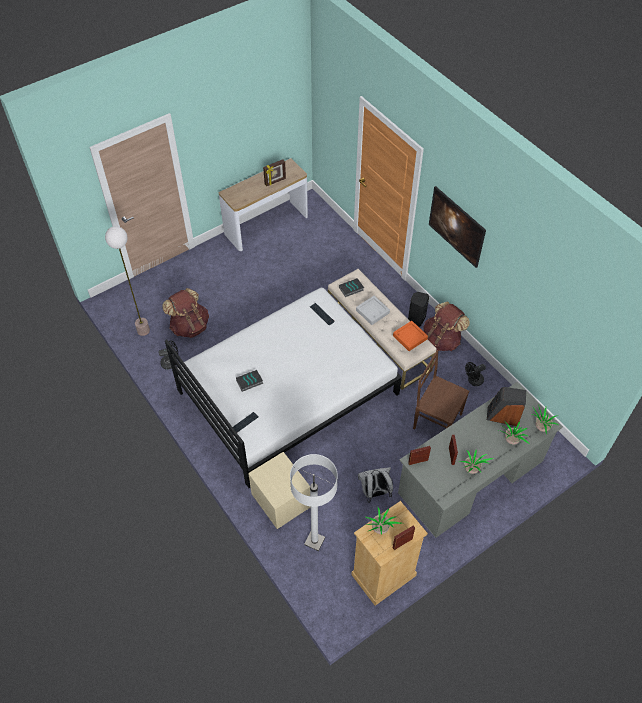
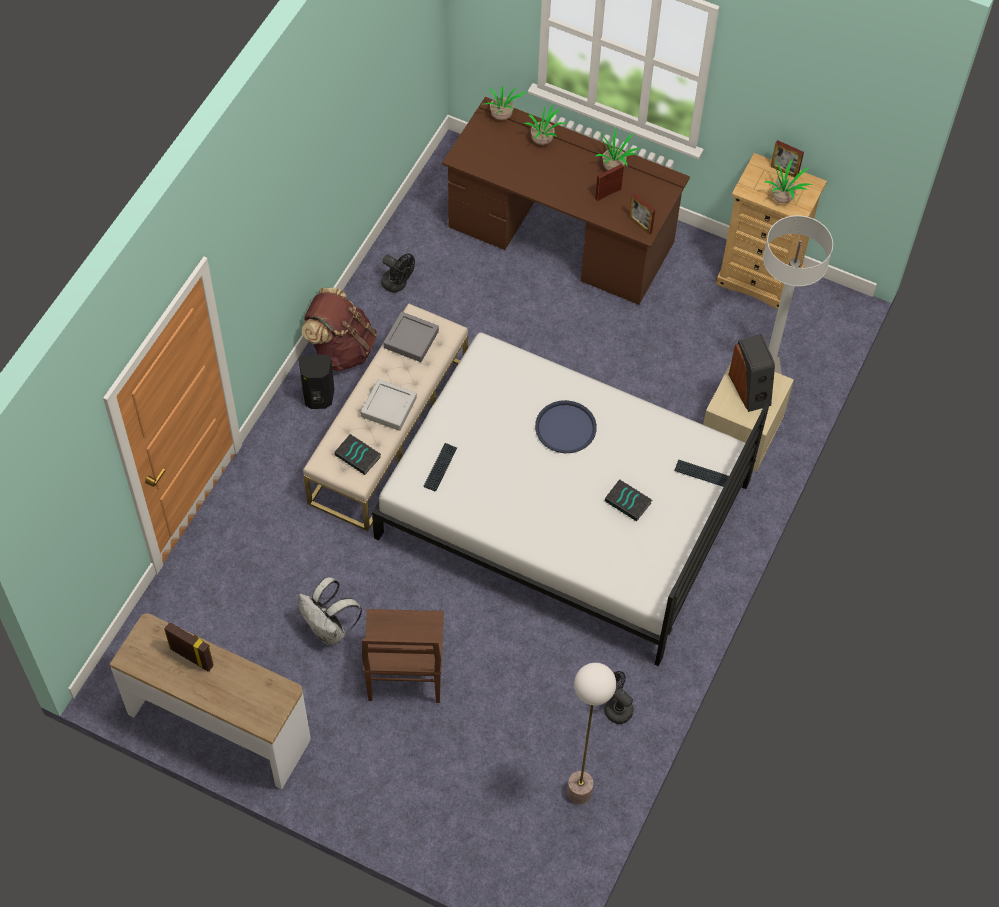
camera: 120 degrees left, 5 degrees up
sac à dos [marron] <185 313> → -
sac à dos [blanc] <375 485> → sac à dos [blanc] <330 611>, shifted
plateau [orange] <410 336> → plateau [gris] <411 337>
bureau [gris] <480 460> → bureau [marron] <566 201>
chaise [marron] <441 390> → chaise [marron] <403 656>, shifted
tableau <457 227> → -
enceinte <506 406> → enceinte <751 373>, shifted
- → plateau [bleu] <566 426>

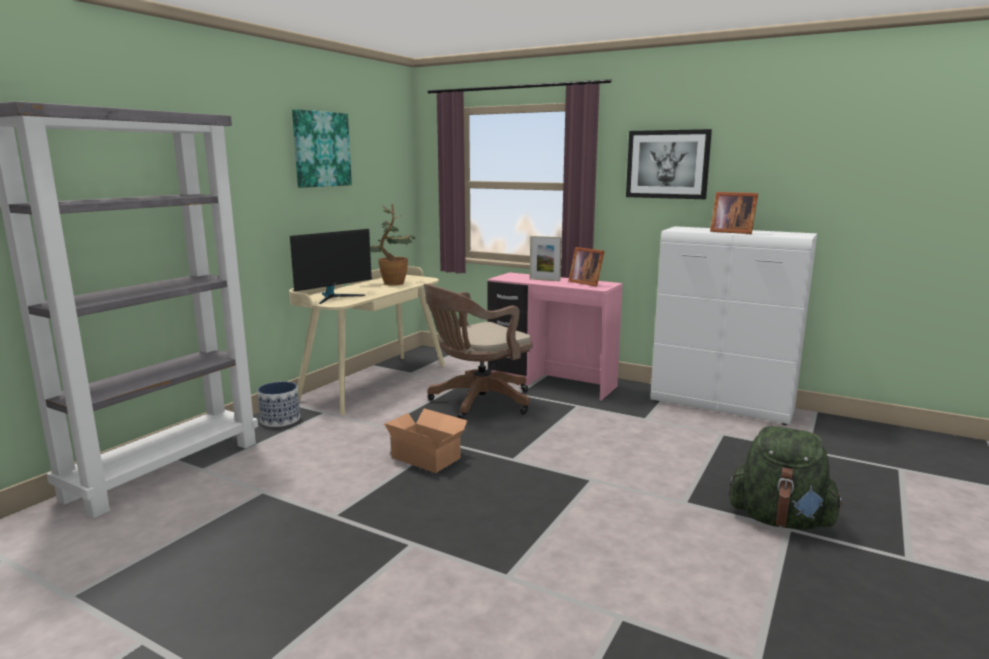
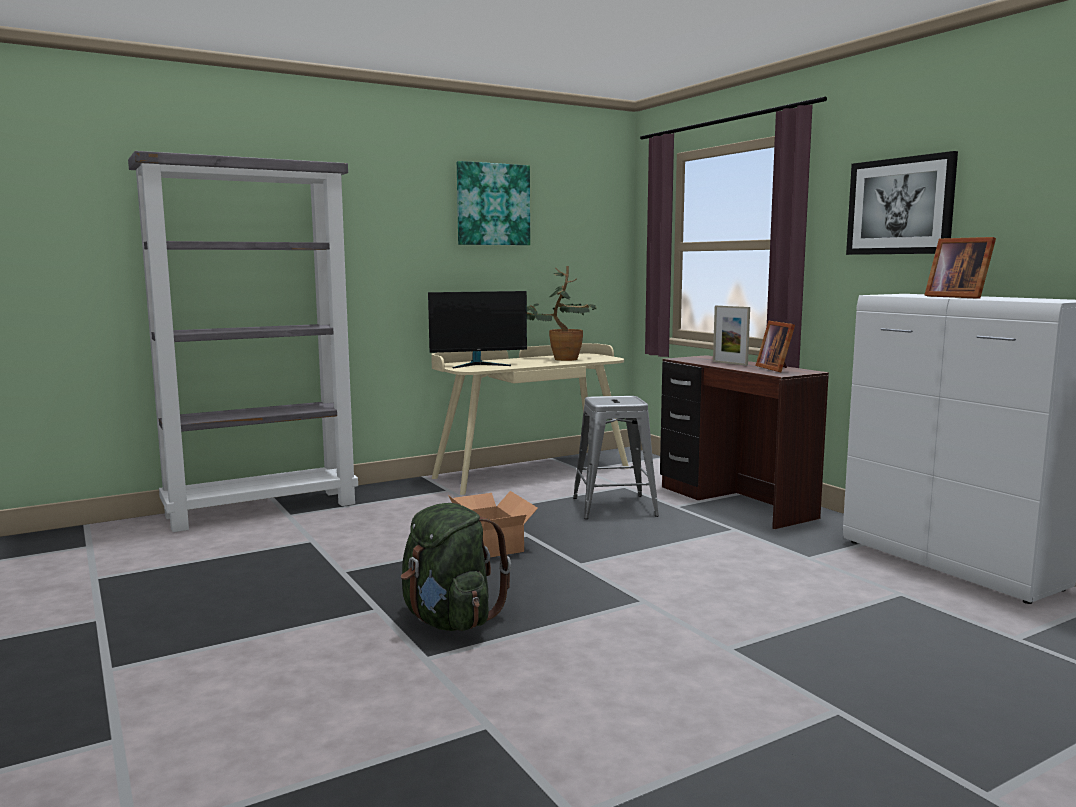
camera: 30 degrees right, 5 degrees down
cache-pot <278 404> → -
chaise de bureau [marron] <478 351> → tabouret [gris] <616 457>
bureau [rose] <555 336> → bureau [marron] <744 442>
sac à dos [vert] <786 478> → sac à dos [vert] <456 567>, shifted

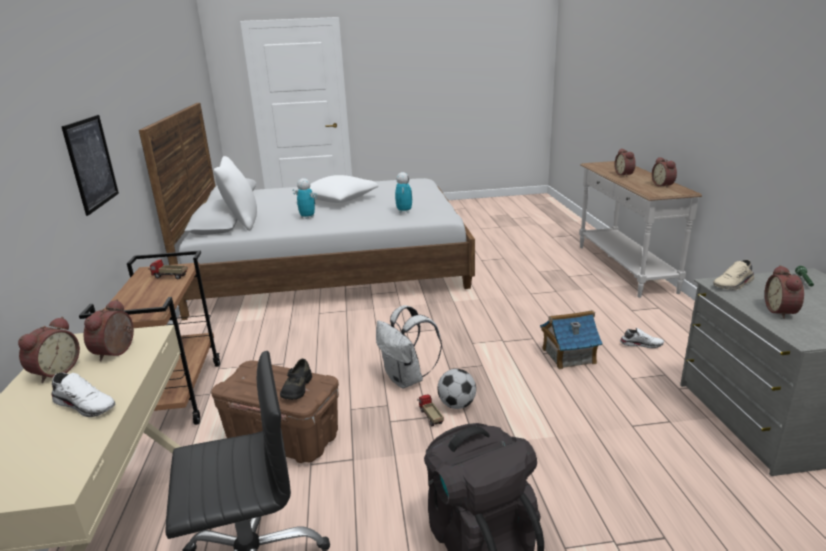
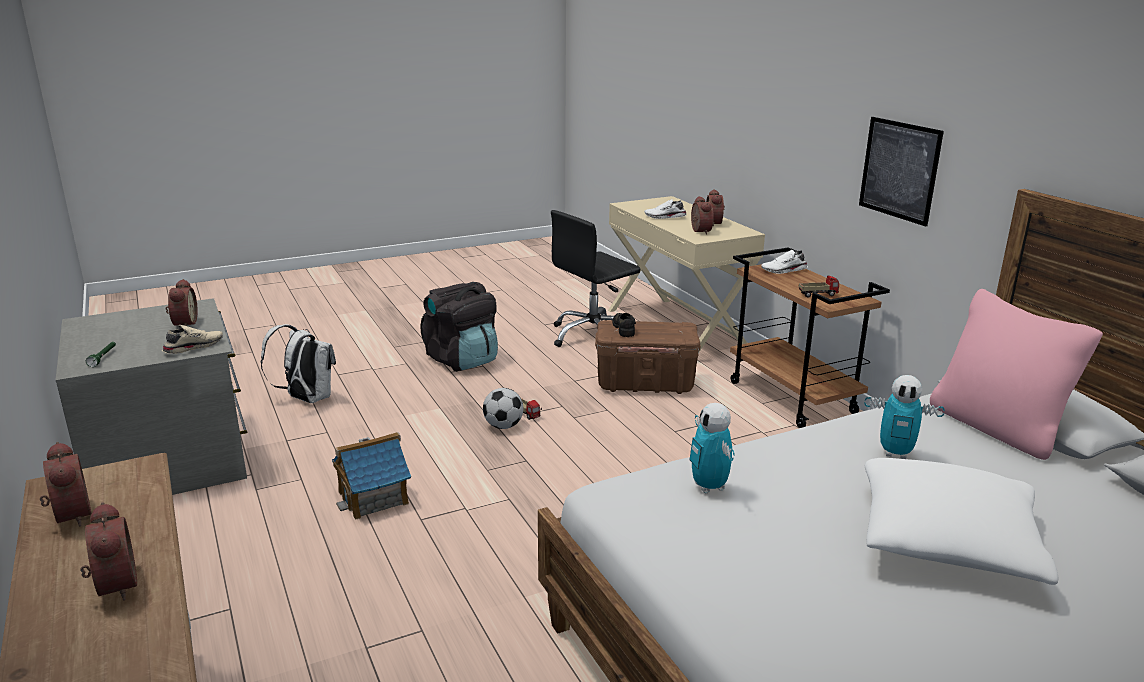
camera: 160 degrees right, 0 degrees up
coussin [blanc] <235 193> → coussin [rose] <1016 374>
sac à dos [blanc] <409 347> → sac à dos [blanc] <298 363>, shifted
chaussure [blanc] <642 338> → chaussure [blanc] <784 262>, shifted

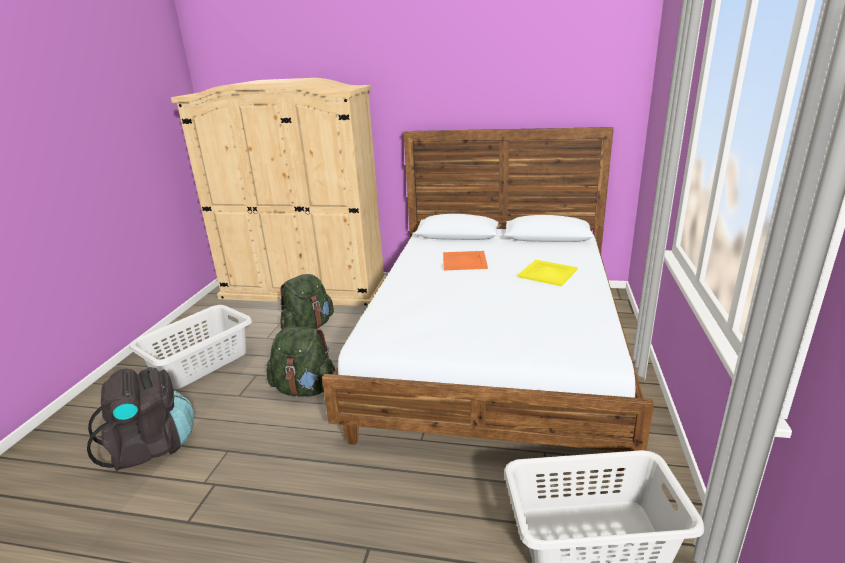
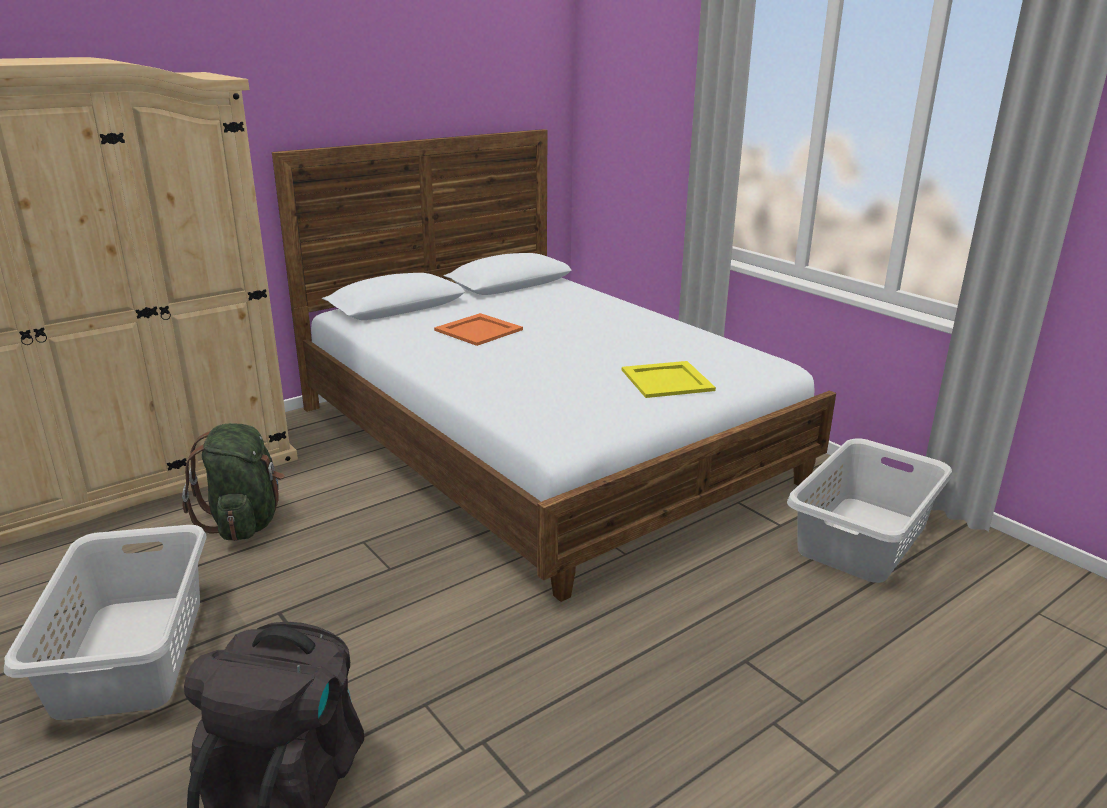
camera: 50 degrees left, 0 degrees up
sac à dos [vert] <300 362> → -
plateau [jaune] <547 273> → plateau [jaune] <669 379>, shifted

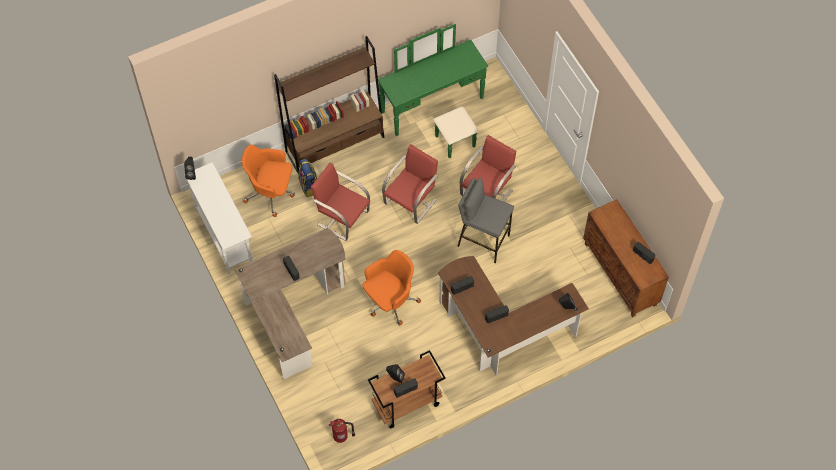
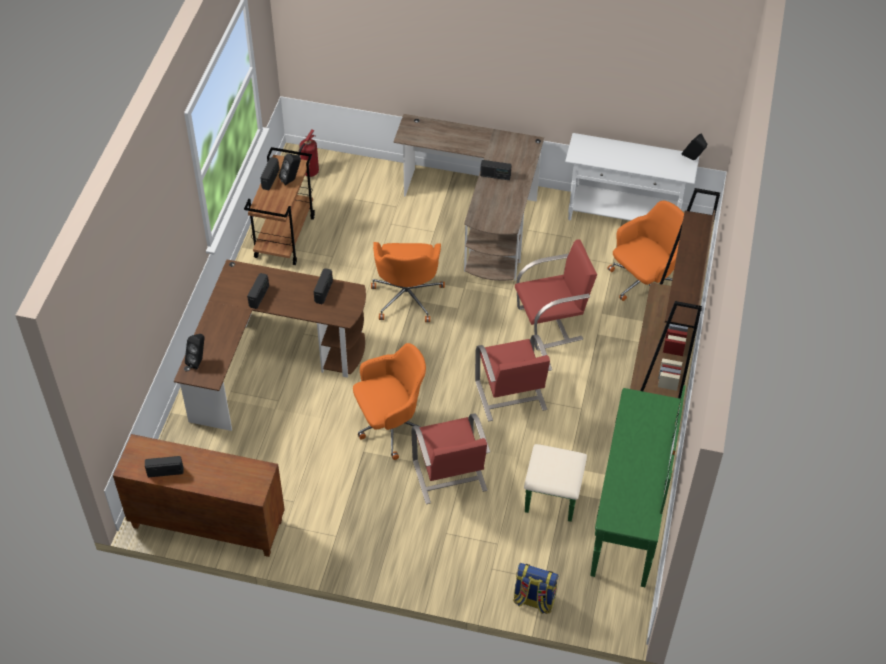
camera: 130 degrees right, 10 degrees down
sac à dos <307 178> → sac à dos <536 588>, shifted
tabouret [gris] <486 220> → chaise de bureau [orange] <389 401>

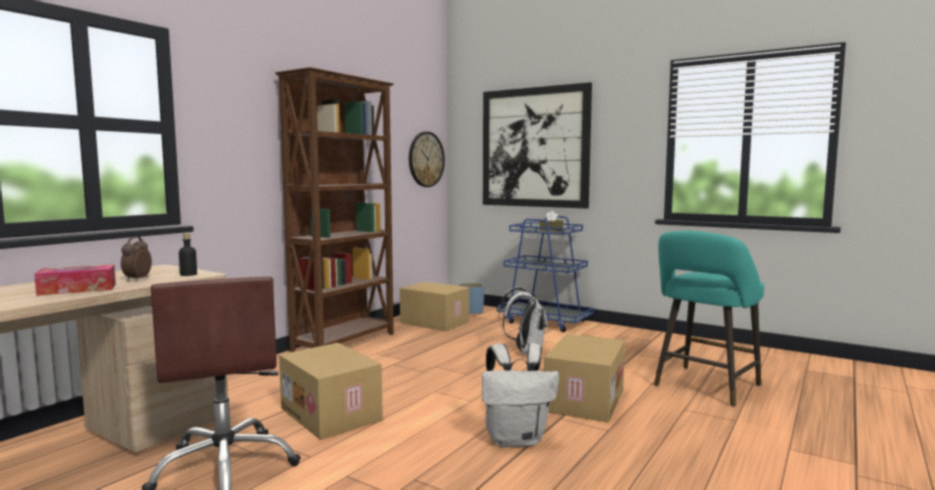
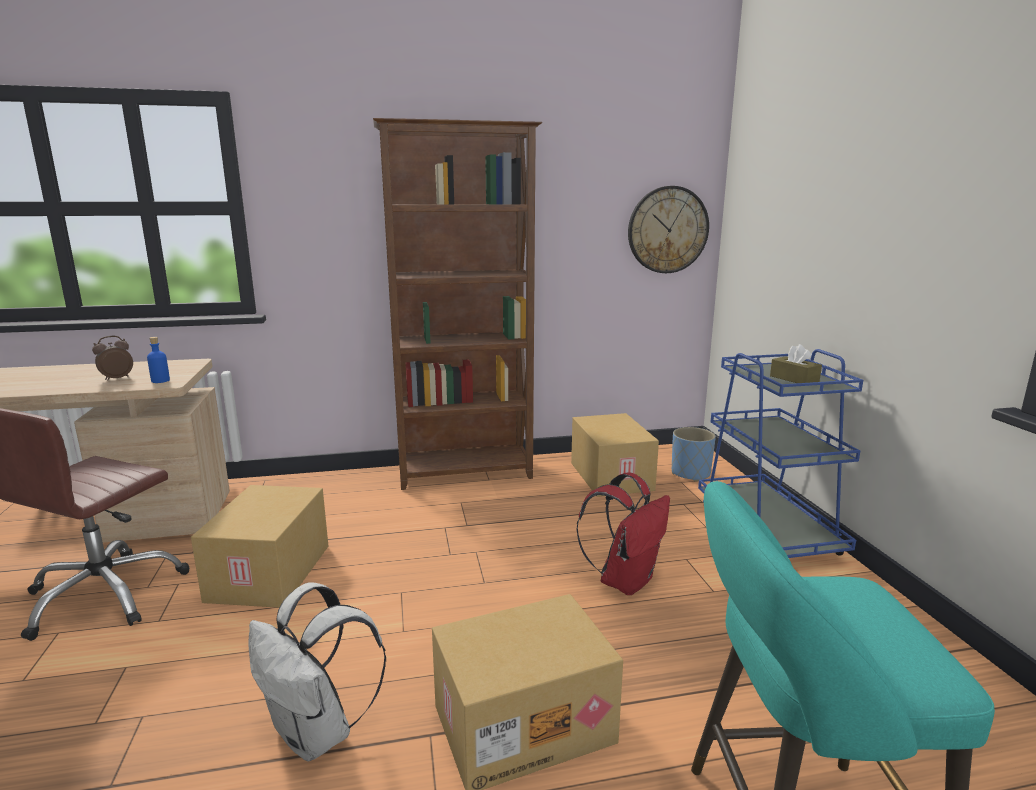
camera: 45 degrees right, 10 degrees up
boîte à mouchoirs <75 280> → -
bouteille [noir] <188 254> → bouteille [bleu] <158 360>
tableau <537 145> → -
sac à dos [blanc] <522 320> → sac à dos [rouge] <623 533>

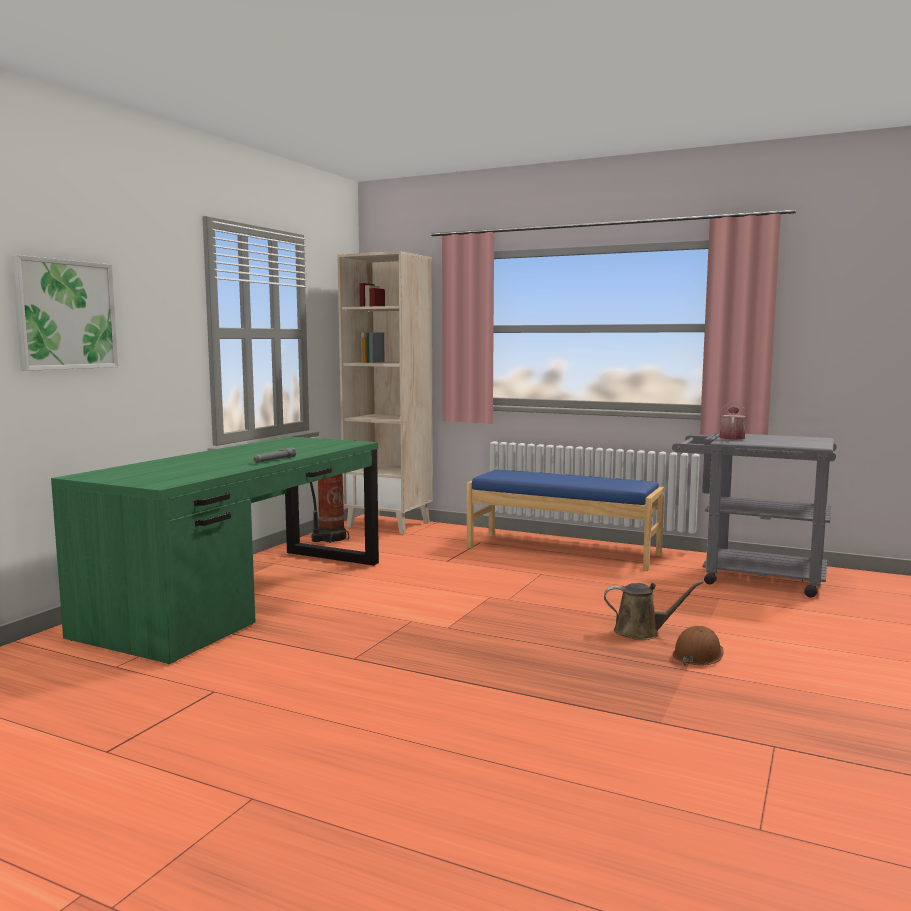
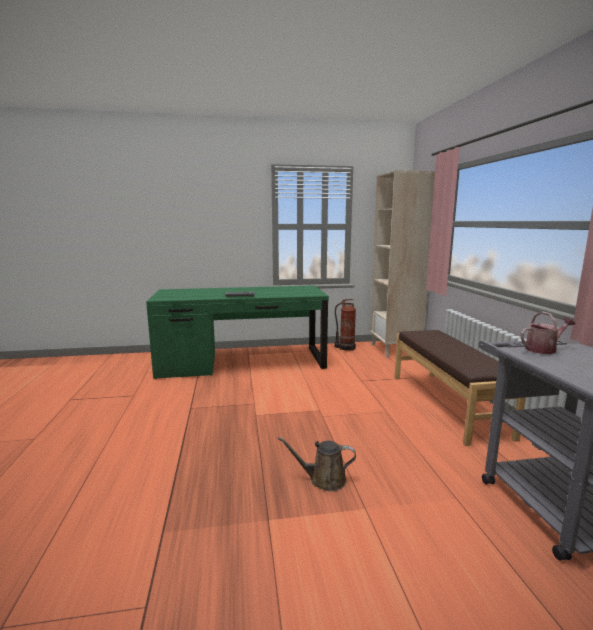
camera: 55 degrees right, 5 degrees up
tableau <64 313> → -
banc [bleu] <565 520> → banc [marron] <460 388>
arrosoir [marron] <653 610> → arrosoir [marron] <317 464>, 120 degrees clockwise
casque de chantier [marron] <698 646> → -

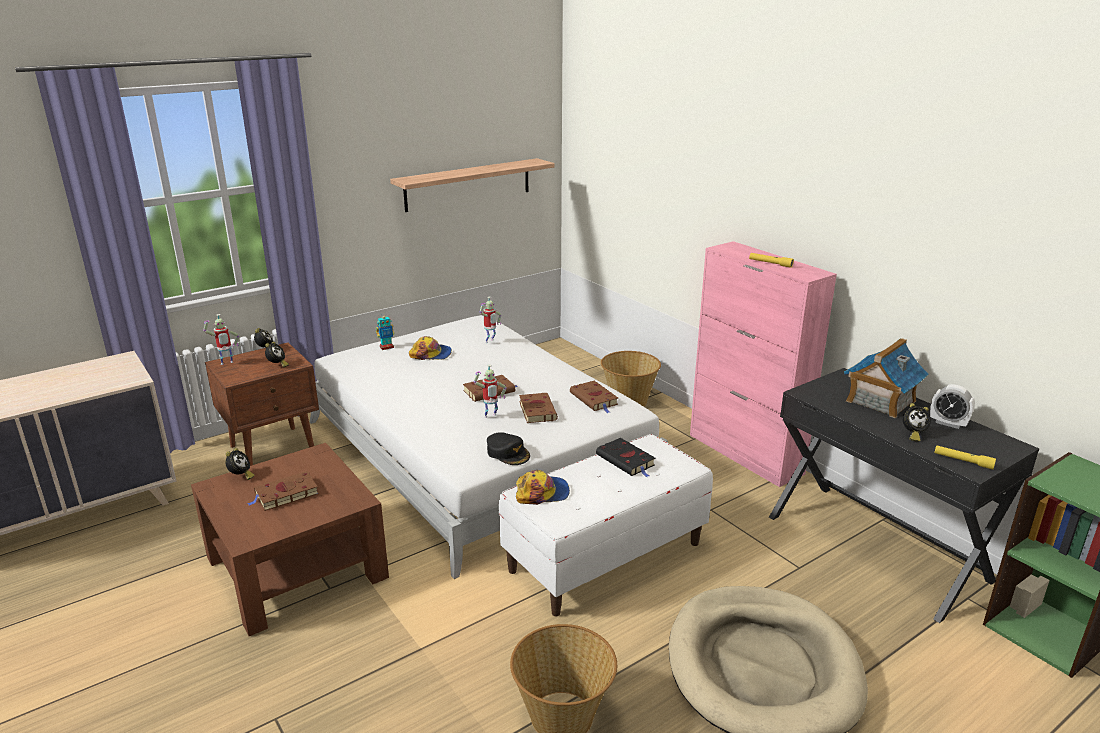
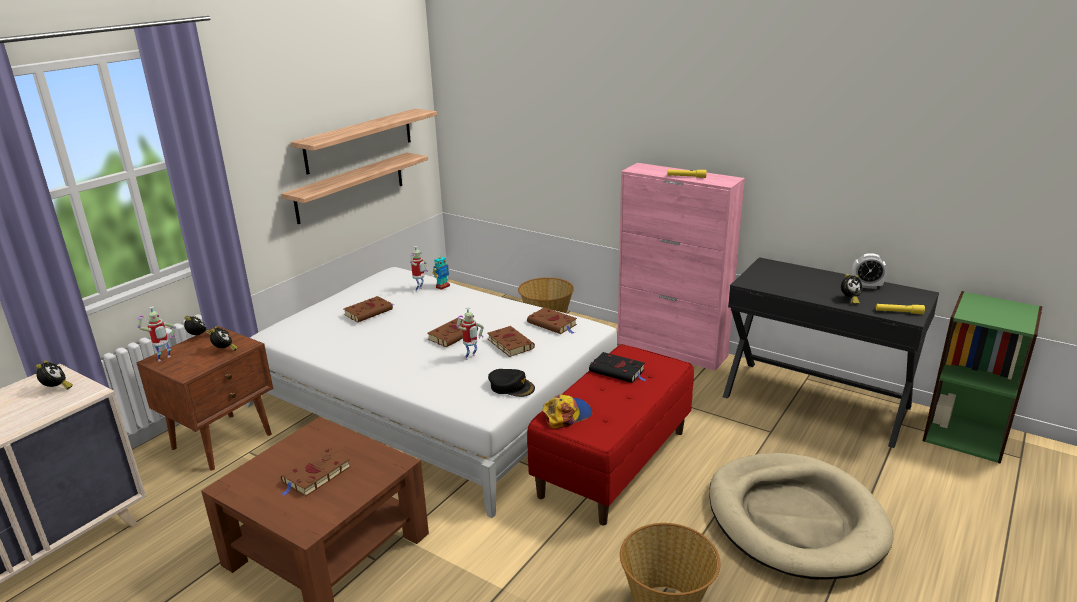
camera: 20 degrees left, 0 degrees up
réveil <240 464> → réveil <54 375>, shifted
robot jouet <385 332> → robot jouet <441 272>, shifted
casquette <430 348> → livre [marron] <369 309>
banc [blanc] <606 525> → banc [rouge] <610 434>
maison miniature <886 378> → -
- → étagère <354 188>

